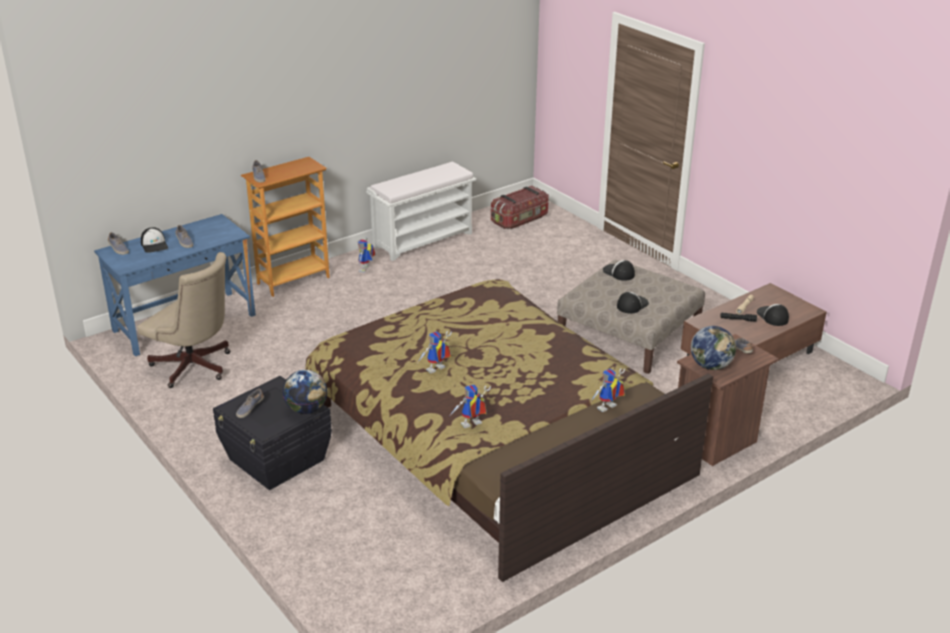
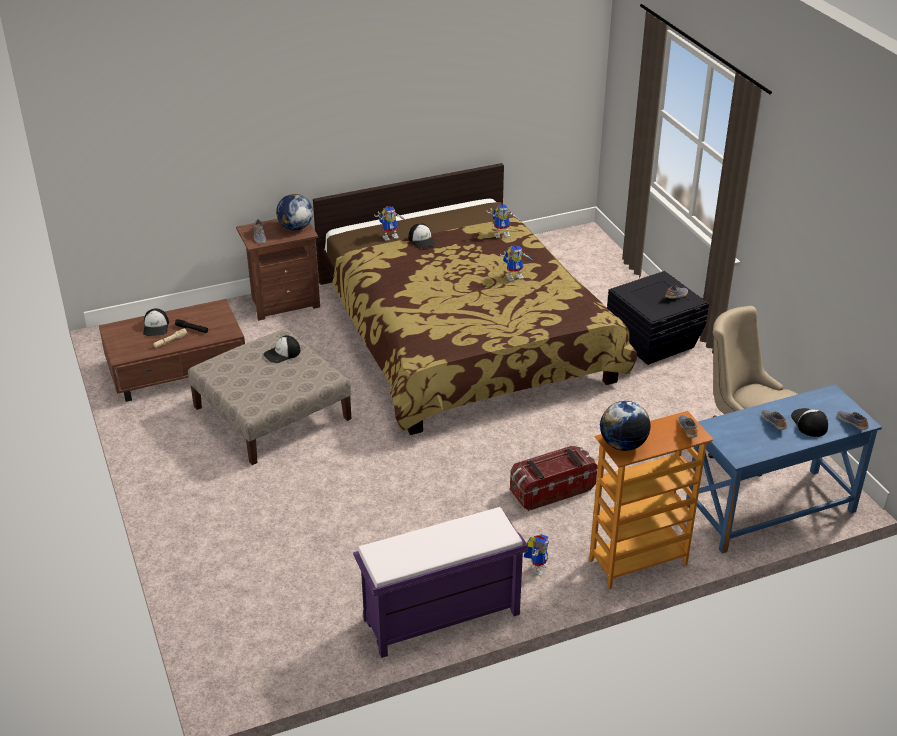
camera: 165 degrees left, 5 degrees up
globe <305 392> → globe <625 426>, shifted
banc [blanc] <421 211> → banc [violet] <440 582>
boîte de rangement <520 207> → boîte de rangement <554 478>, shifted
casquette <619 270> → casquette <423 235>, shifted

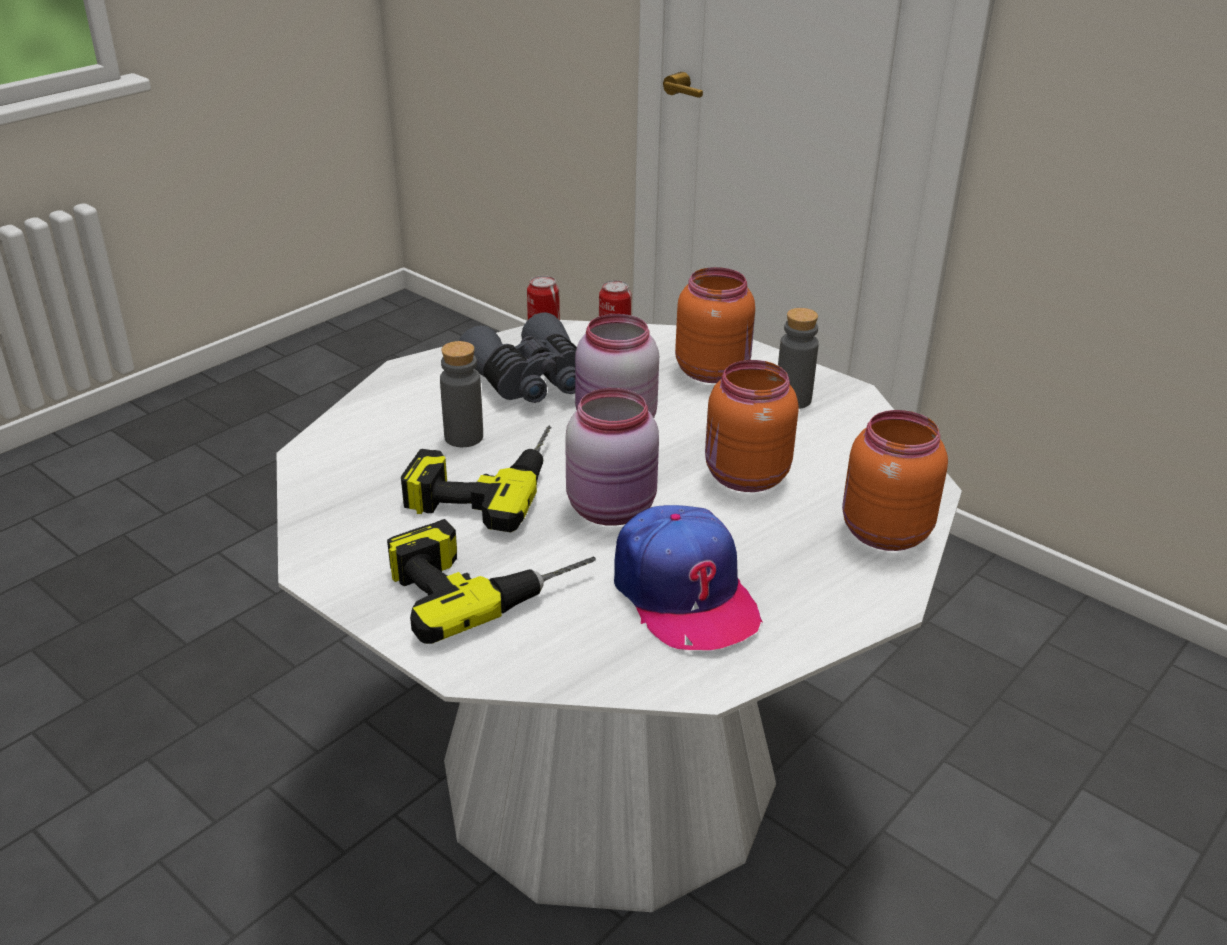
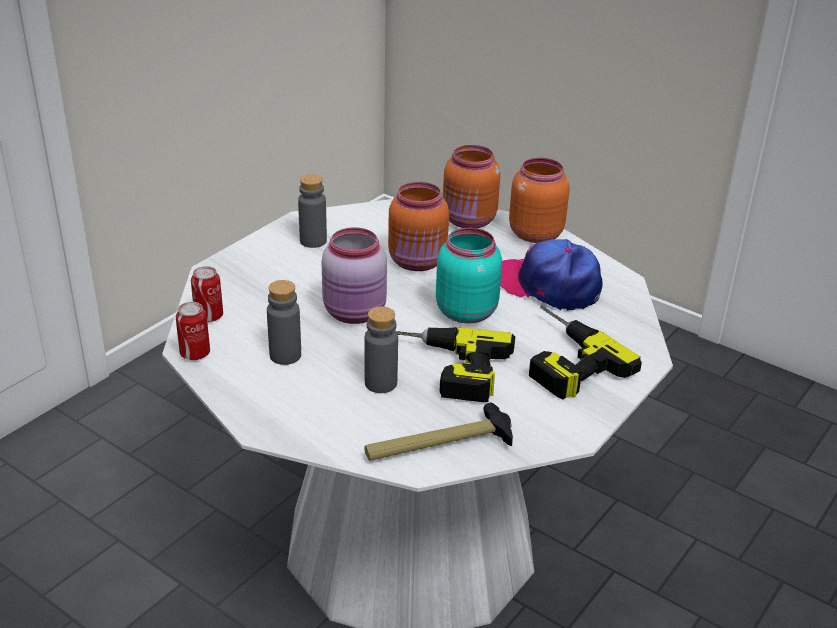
camera: 95 degrees left, 0 degrees up
jumelles [gris] <518 357> → bouteille [gris] <284 322>
bocal [rose] <612 457> → bocal [turquoise] <469 275>
casquette <688 577> → casquette <551 275>, 120 degrees counterclockwise
bocal [orange] <715 325> → bocal [orange] <539 200>, shifted
- → marteau <438 432>

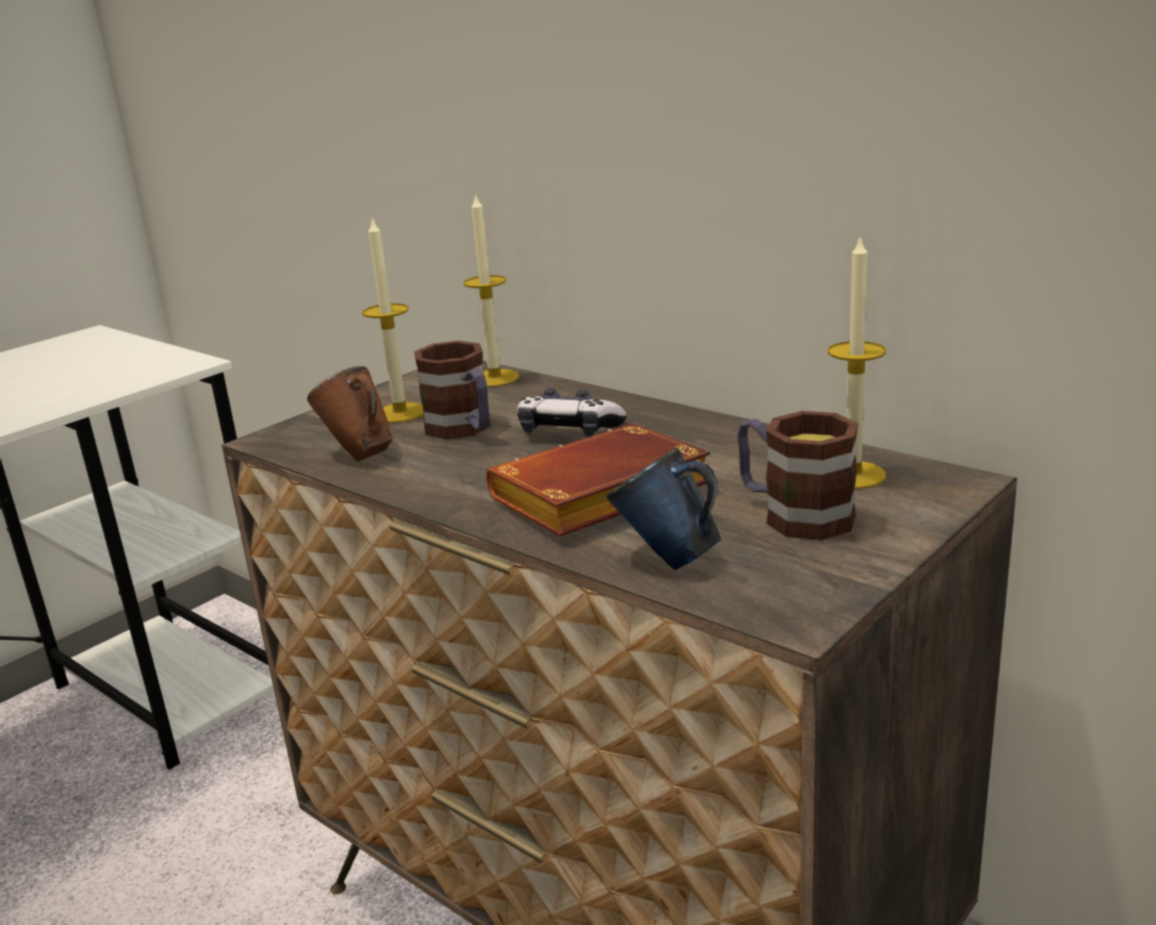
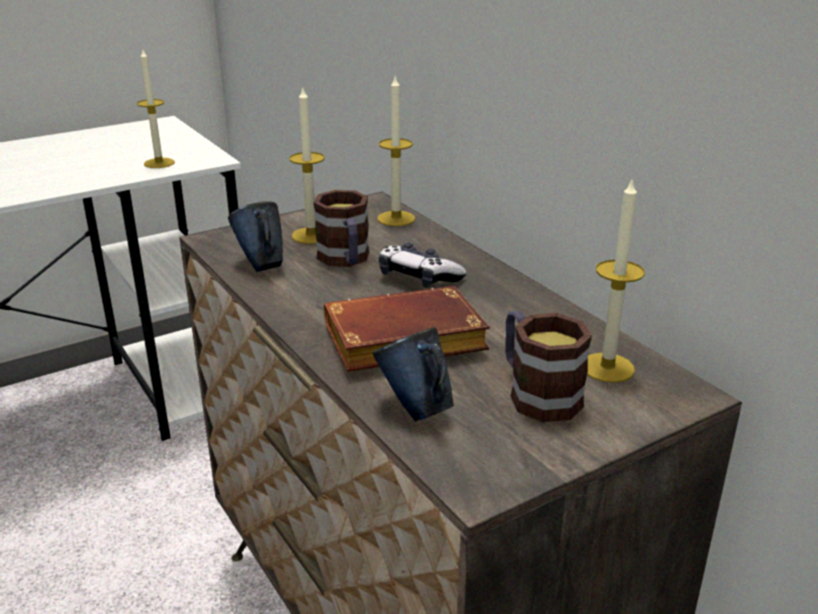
camera: 15 degrees right, 5 degrees up
mug [marron] <350 414> → mug [bleu] <255 236>
- → bougie <156 109>

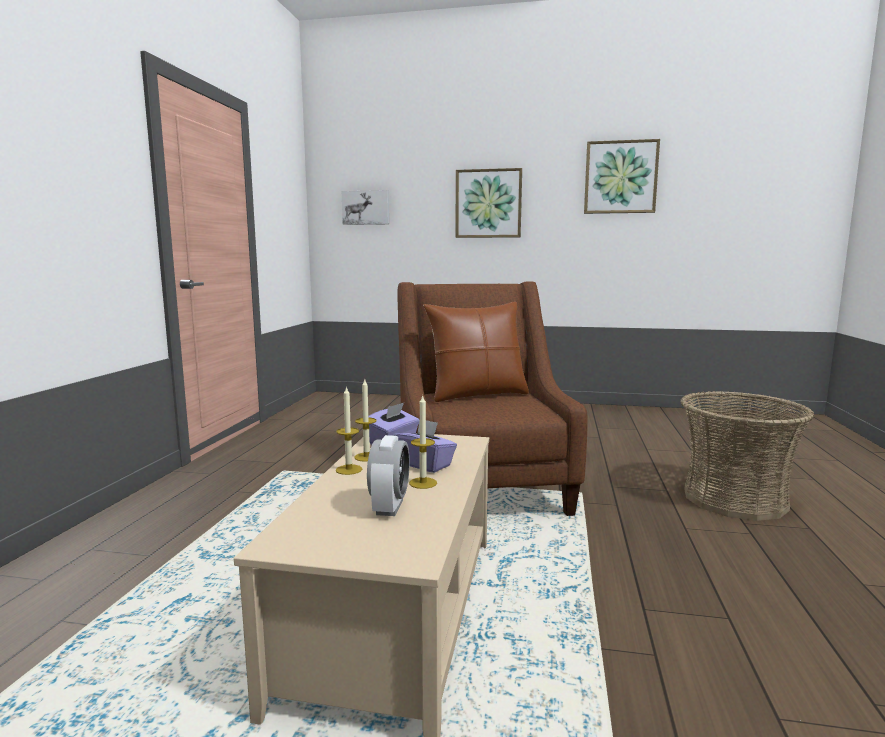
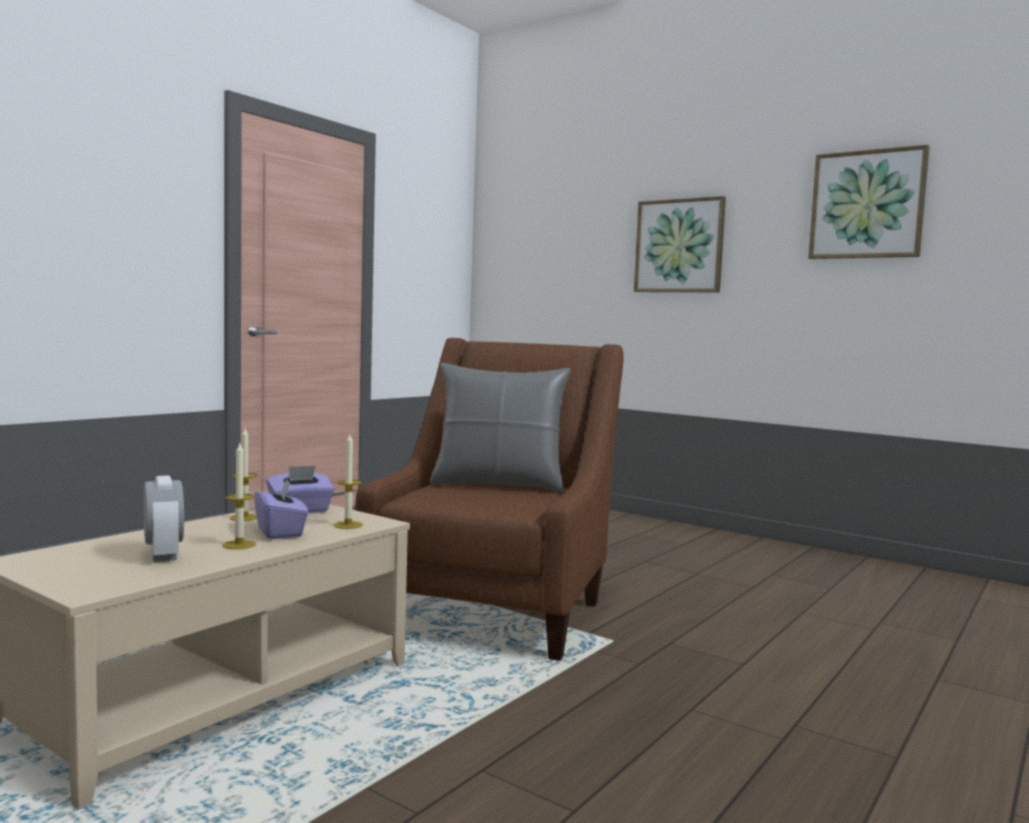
camera: 25 degrees right, 5 degrees down
bougie <349 430> → bougie <348 481>, shifted
tableau <365 207> → -
réveil <388 475> → réveil <163 518>, 60 degrees counterclockwise
coussin [marron] <476 352> → coussin [gris] <500 427>
panier <747 456> → -

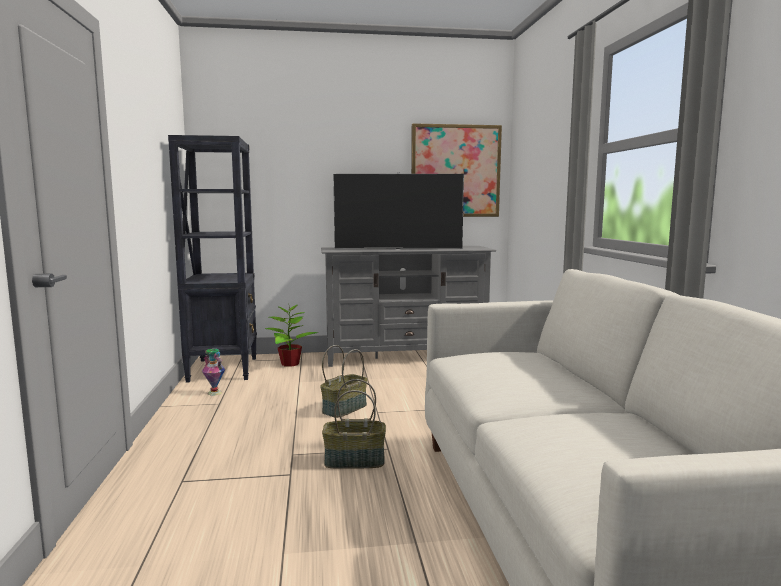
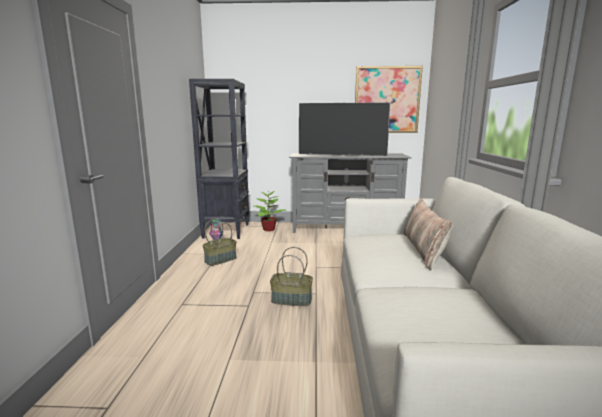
camera: 10 degrees right, 5 degrees up
panier <343 381> → panier <220 242>, shifted
- → coussin <428 234>

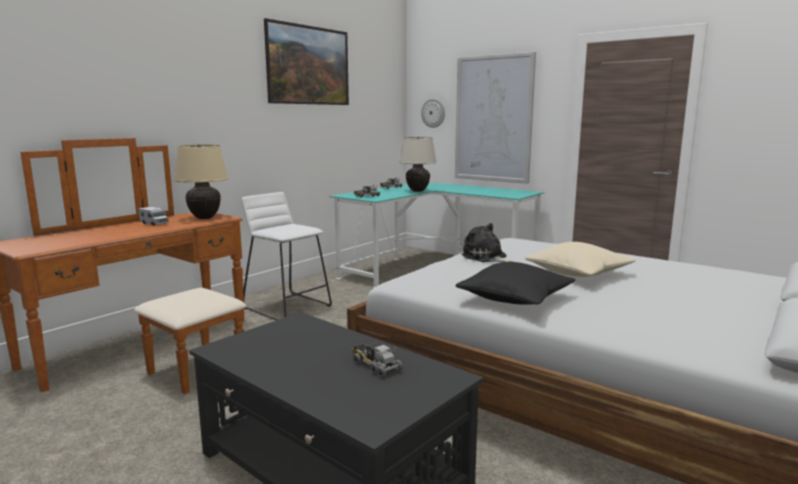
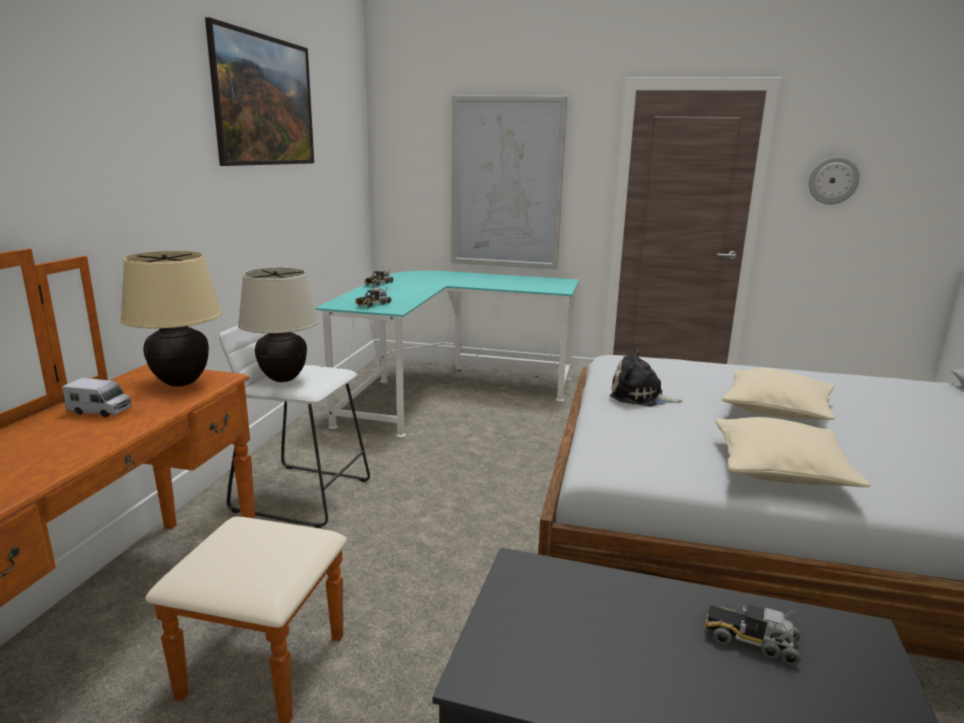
camera: 25 degrees left, 5 degrees up
lampe de table [beige] <418 164> → lampe de table [beige] <278 325>, shifted
horloge murale <433 113> → horloge murale <834 181>, shifted
coussin [noir] <516 283> → coussin [beige] <793 452>

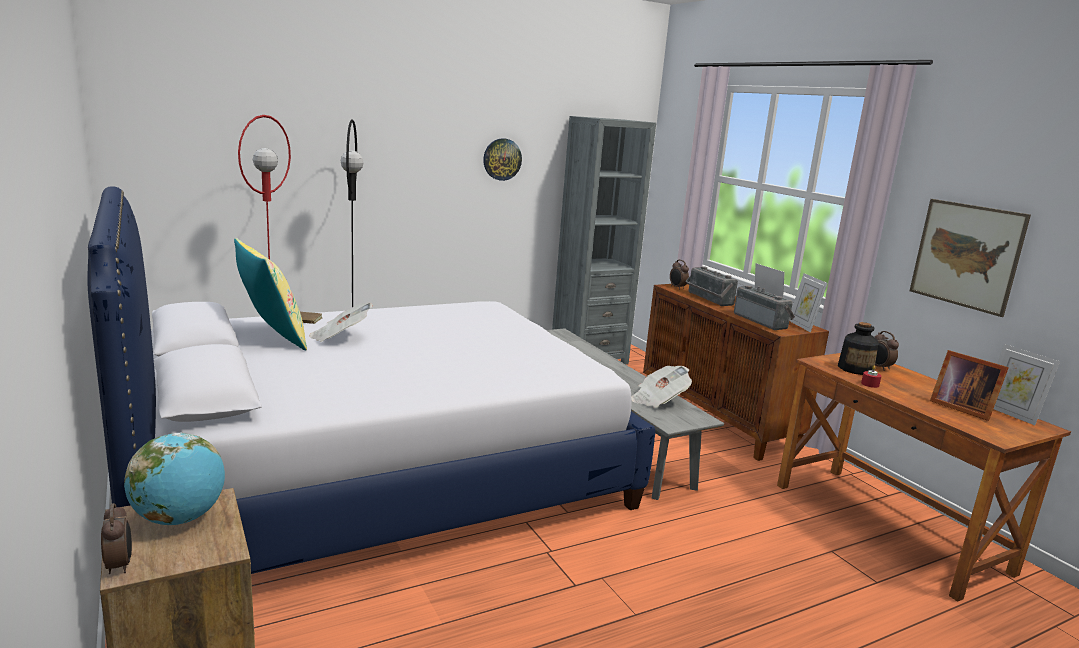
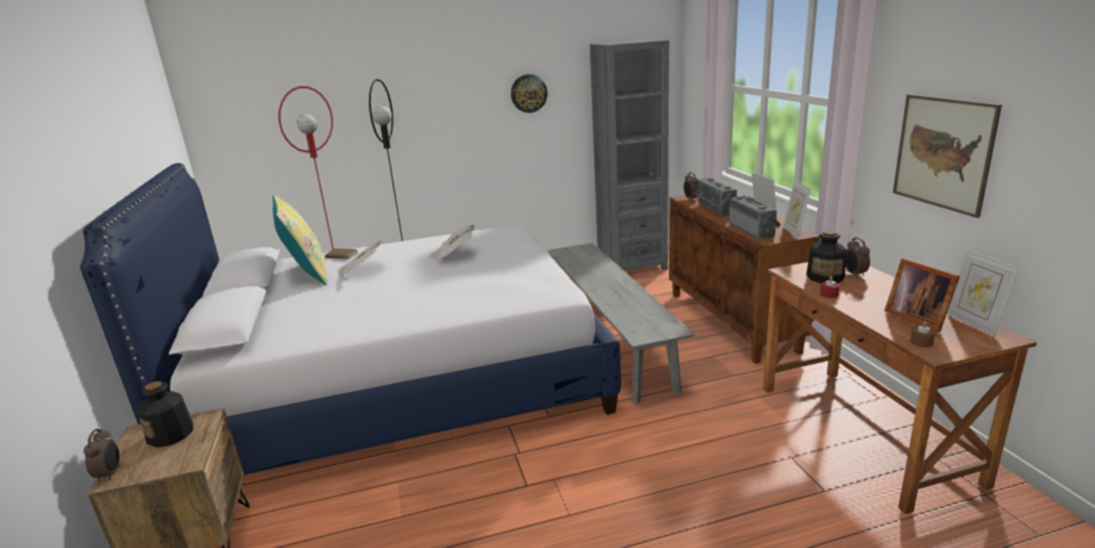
camera: 15 degrees right, 5 degrees up
globe <174 479> → bouteille <165 414>
journal <661 387> → journal <452 242>, shifted
- → bougie [marron] <922 334>

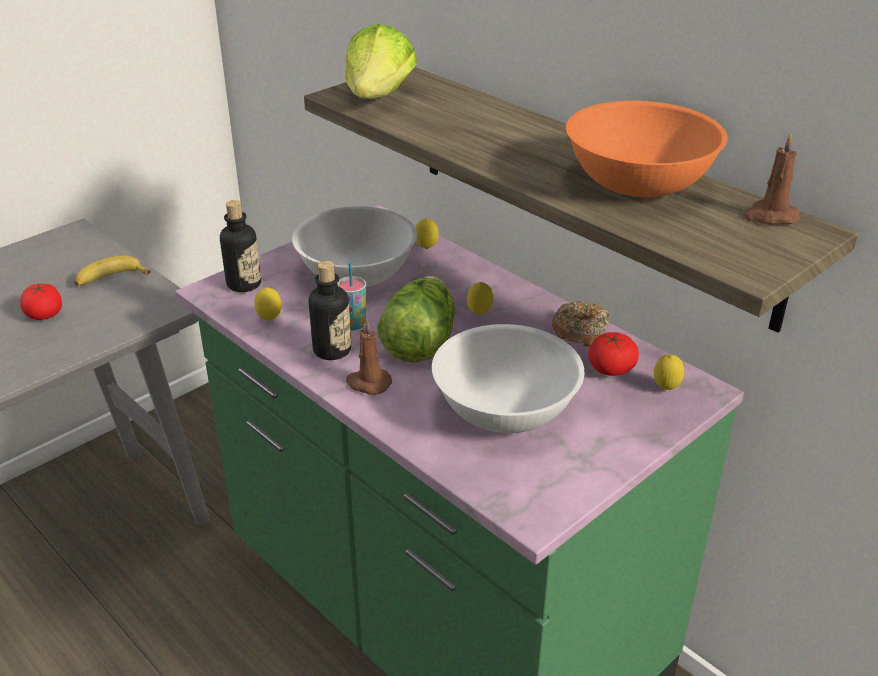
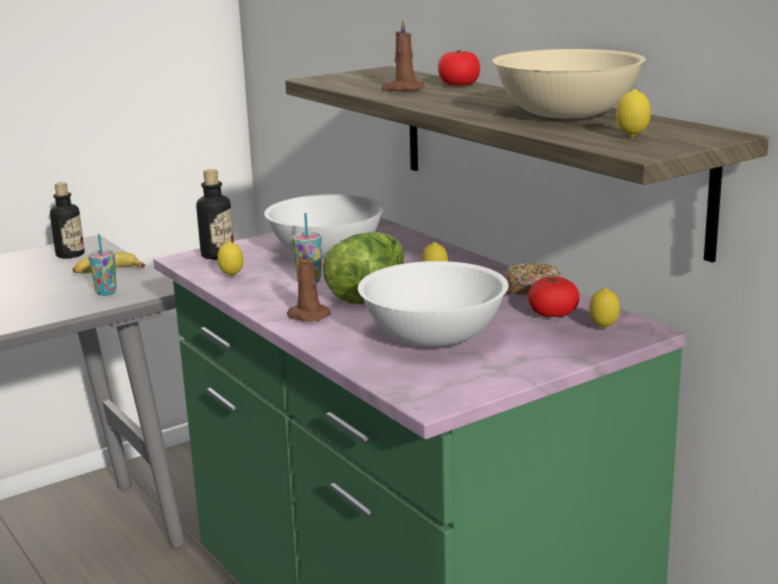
camera: 10 degrees right, 15 degrees down
tomate <41 302> → tomate <459 68>, shifted
bouteille <330 310> → bouteille <67 220>, shifted
laitue <381 61> → -
citron <427 233> → citron <633 113>, shifted
bol [orange] <646 149> → bol [beige] <569 83>
bougie [marron] <771 178> → bougie [marron] <403 54>, shifted
- → tasse <102 265>

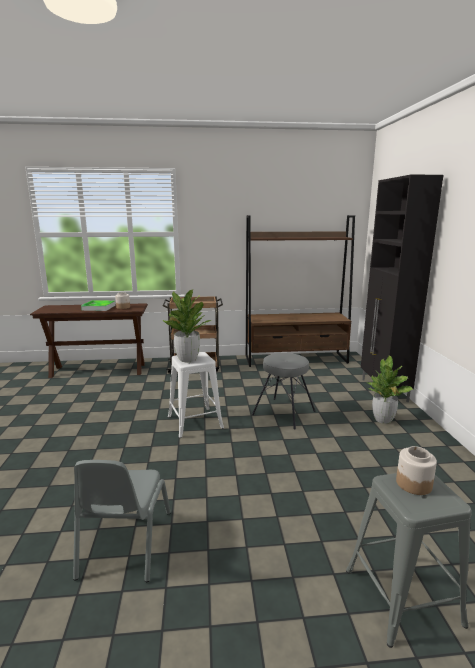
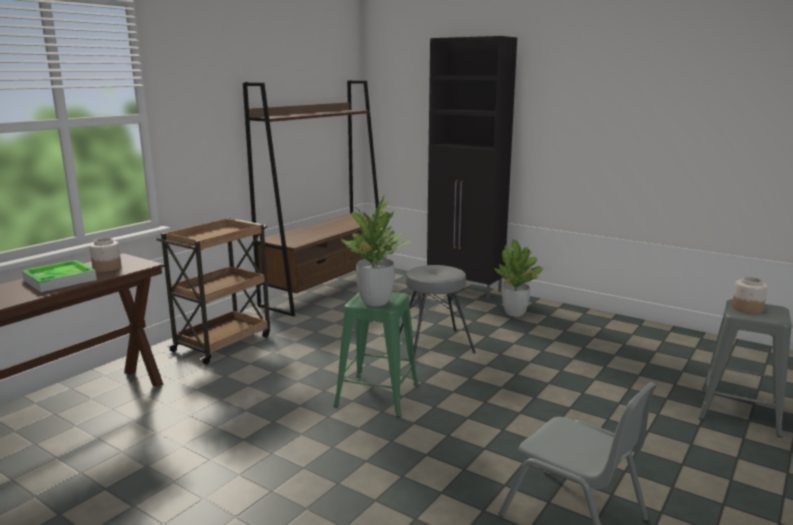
camera: 50 degrees left, 0 degrees up
tabouret [blanc] <196 395> → tabouret [vert] <376 355>

